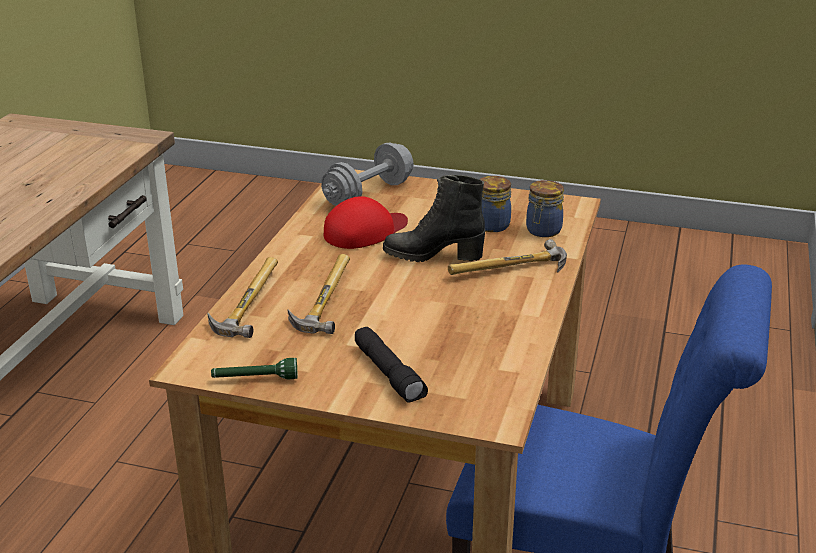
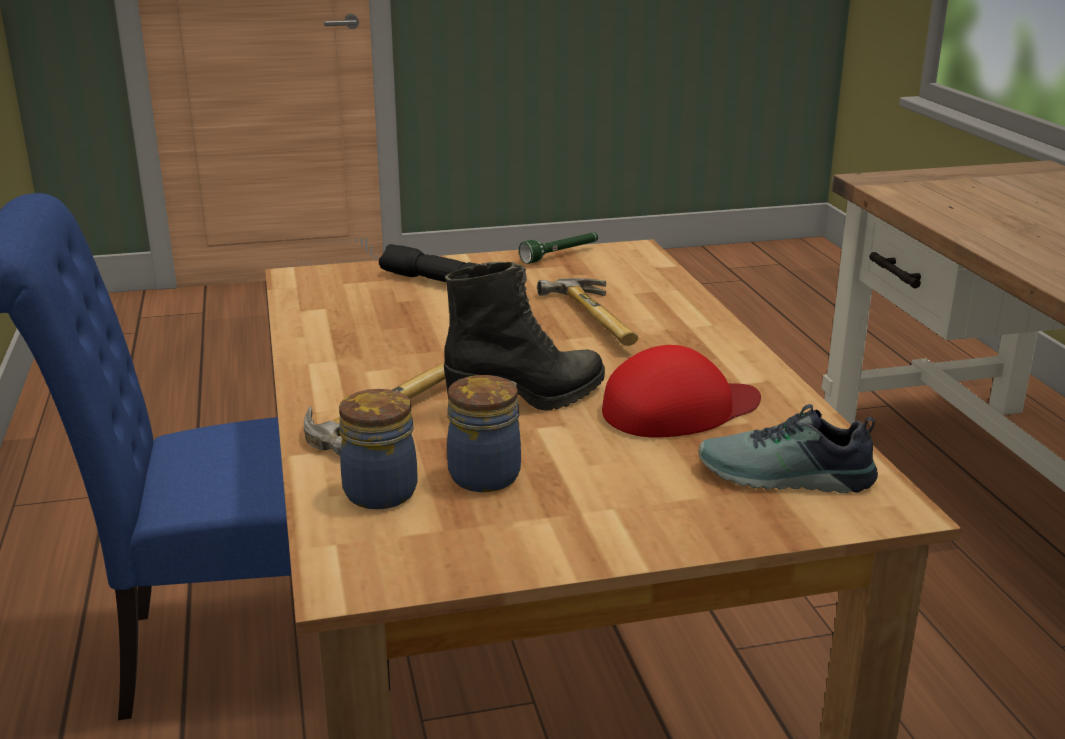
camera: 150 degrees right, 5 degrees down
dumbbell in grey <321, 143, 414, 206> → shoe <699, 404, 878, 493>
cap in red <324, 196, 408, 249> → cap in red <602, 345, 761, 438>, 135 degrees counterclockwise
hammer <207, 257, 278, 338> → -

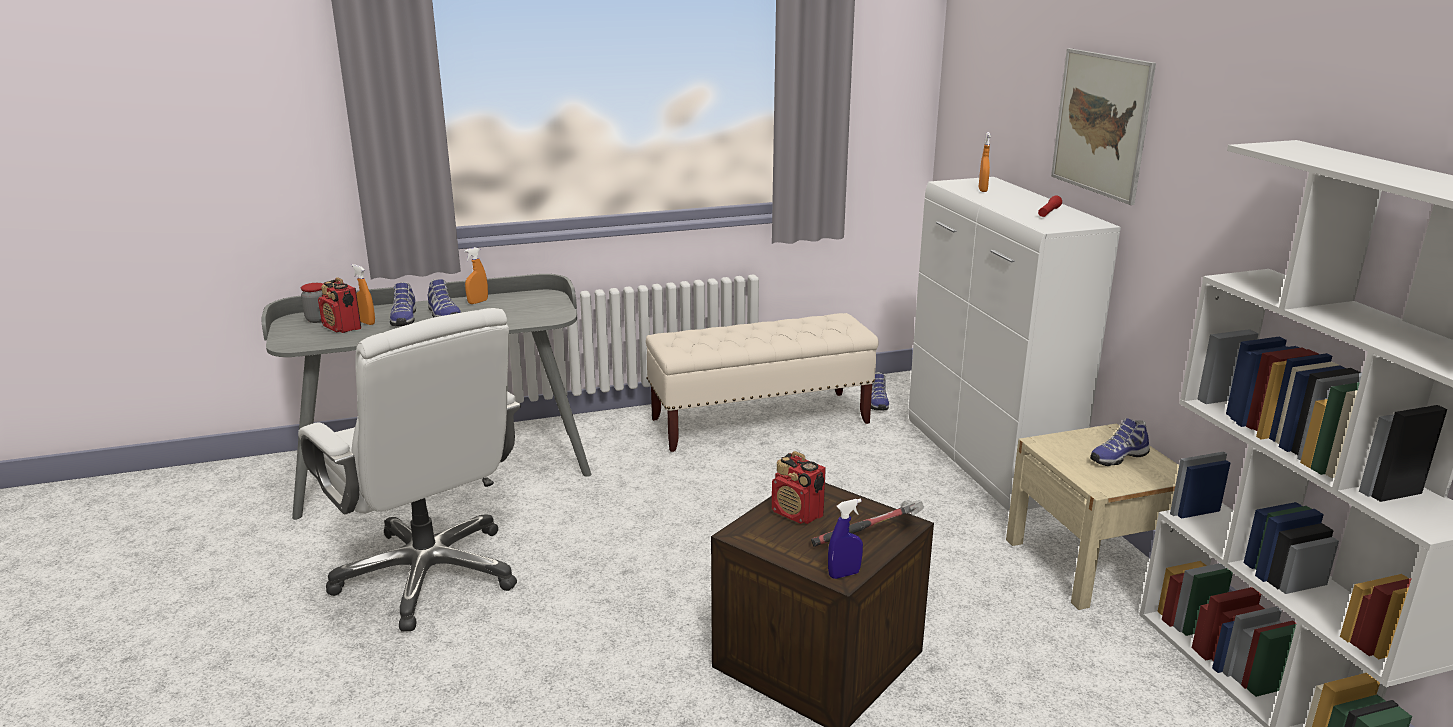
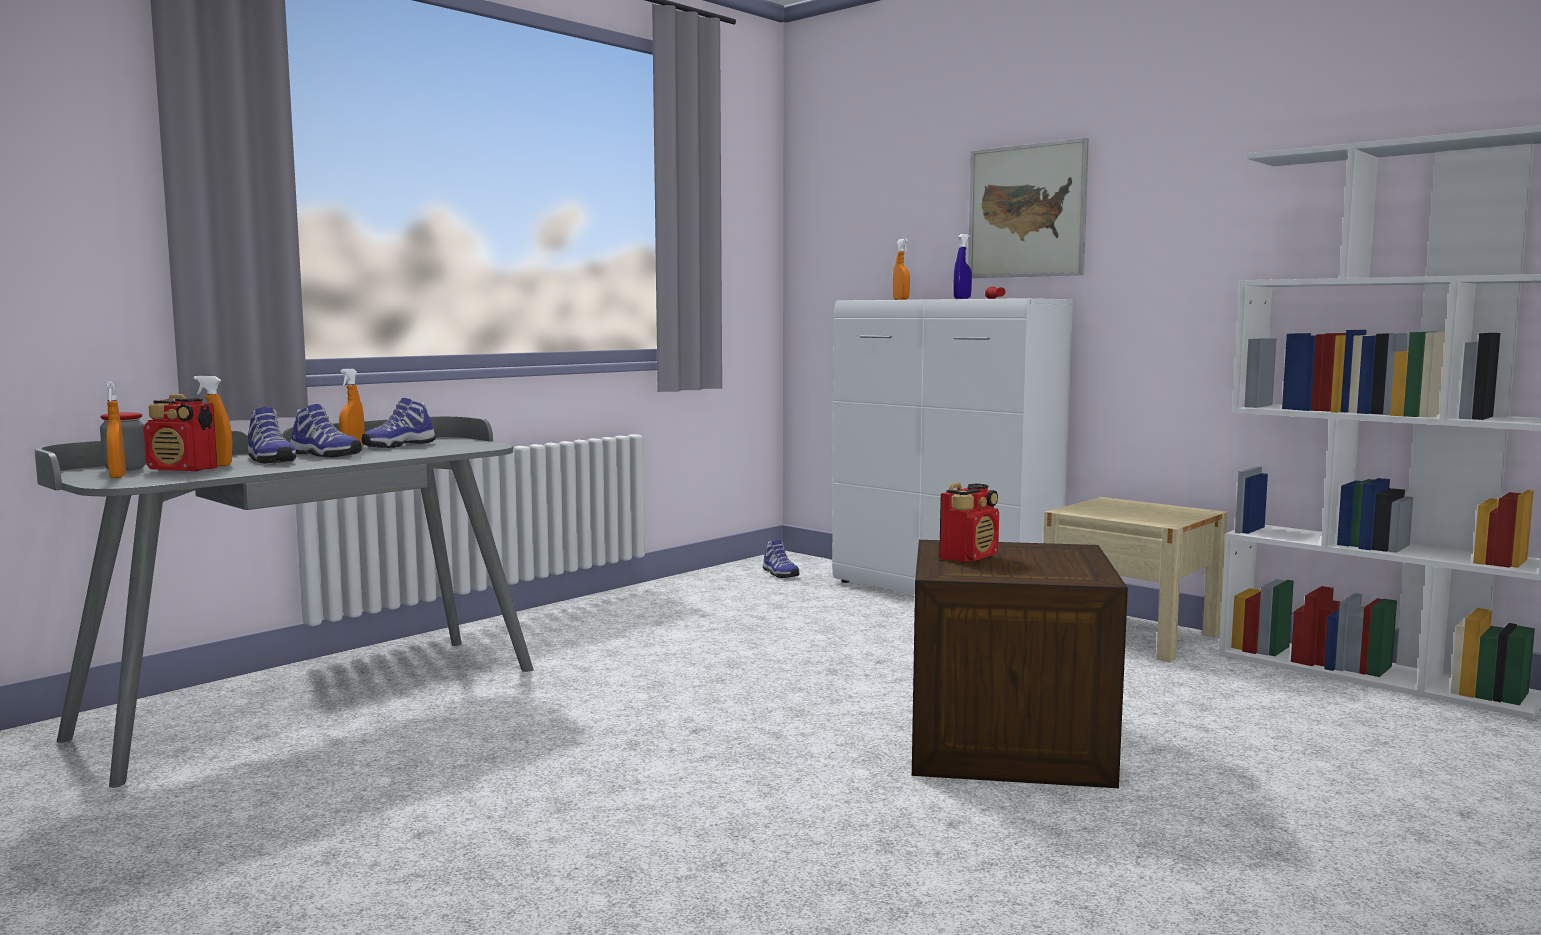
camera: 30 degrees left, 15 degrees down
office chair in white <298, 308, 521, 631> → -
bench in beige <646, 313, 879, 452> → -
shoe <1090, 418, 1150, 466> → shoe <362, 398, 436, 448>, relocated
radio <772, 451, 826, 524> → radio <939, 482, 999, 562>, 60 degrees counterclockwise
spray bottle in blue <828, 499, 863, 579> → spray bottle in blue <953, 234, 972, 299>, relocated
hammer <811, 501, 924, 547> → -
- → spray bottle in orange <106, 380, 126, 478>

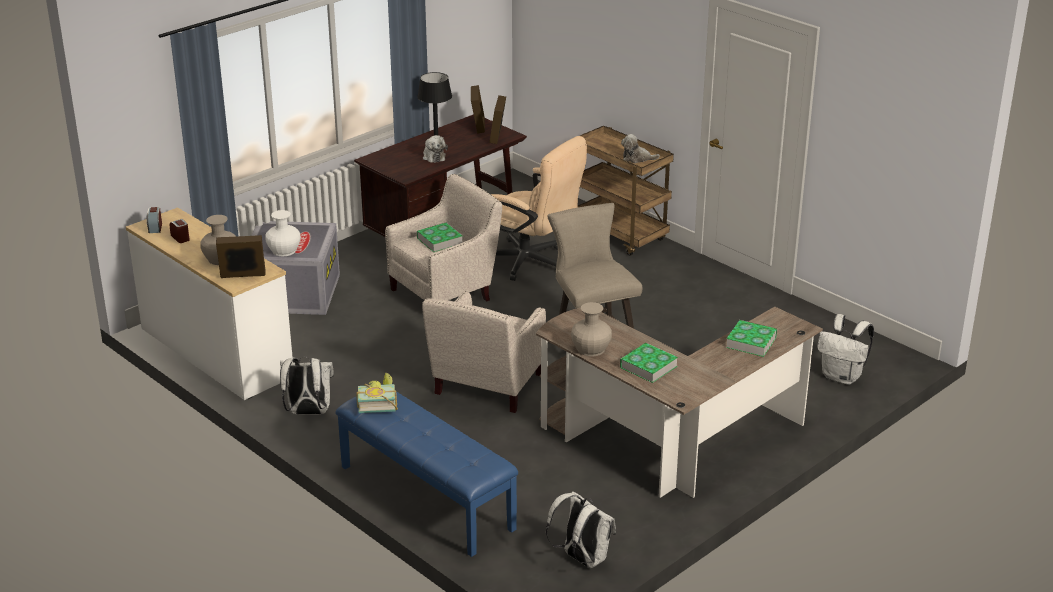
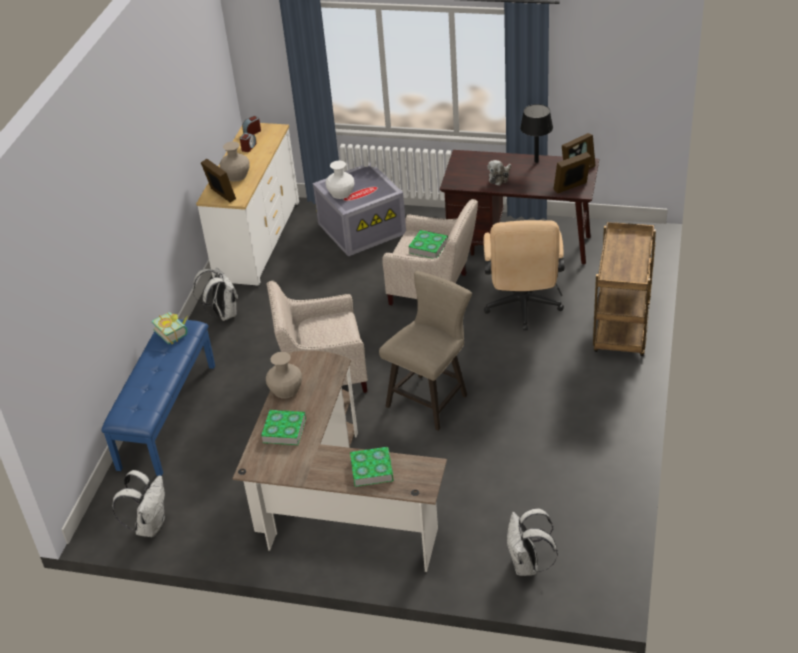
camera: 60 degrees right, 10 degrees up
plush toy <621, 134, 660, 163> → -

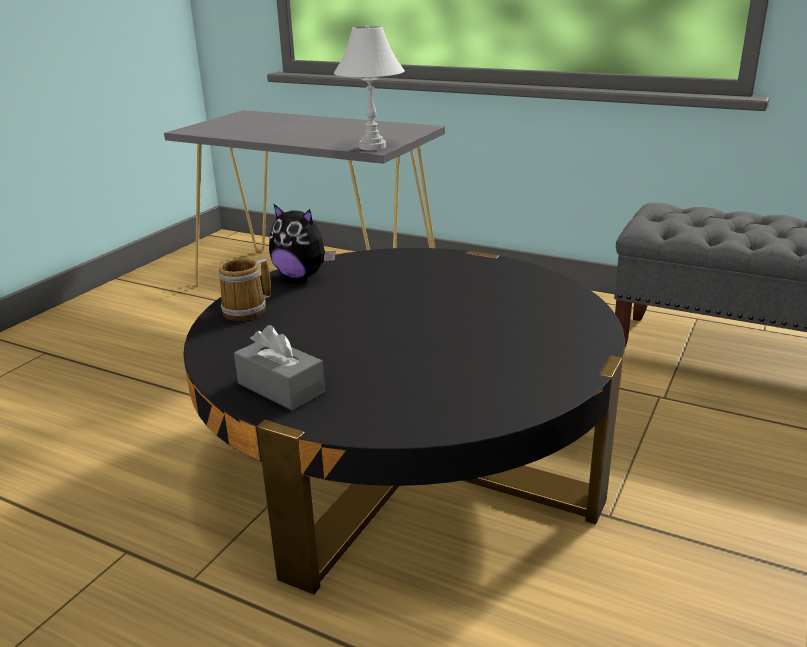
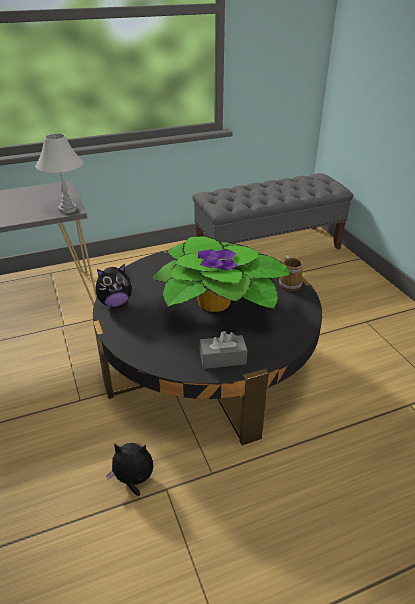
camera: 50 degrees left, 10 degrees up
mug <219, 259, 271, 321> → mug <279, 255, 303, 291>, relocated
- → potted plant <152, 236, 291, 312>
- → plush toy <106, 443, 153, 496>

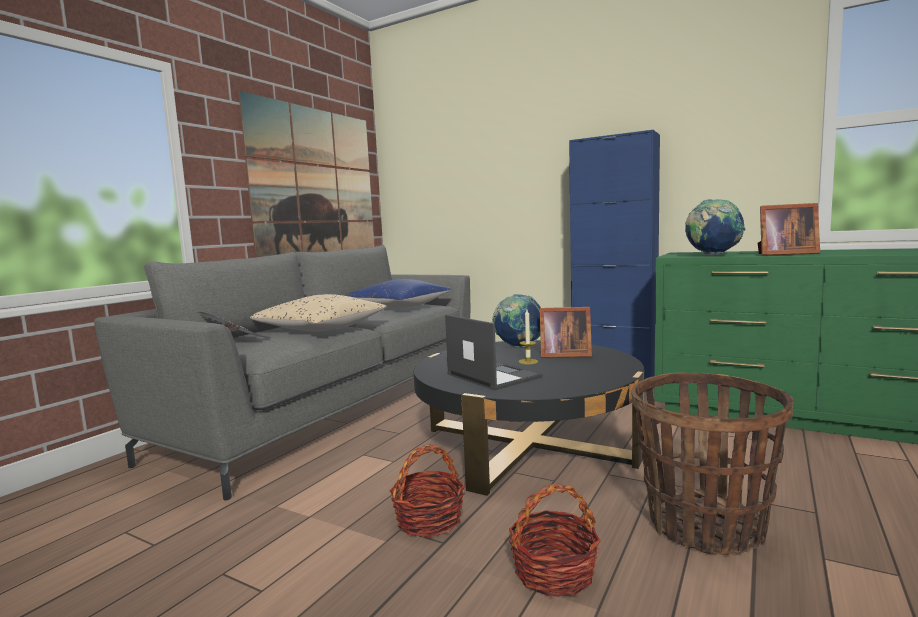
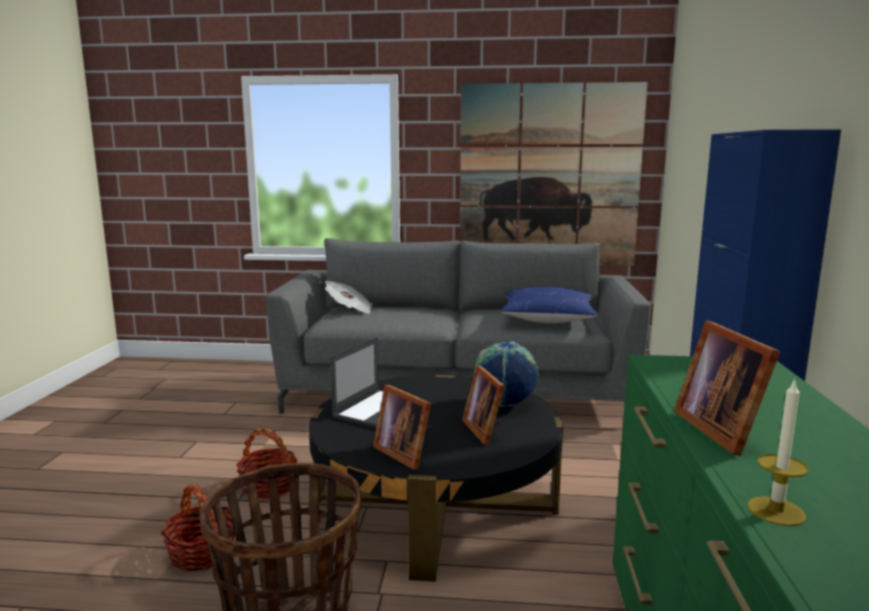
camera: 65 degrees right, 5 degrees up
globe <685, 199, 745, 255> → -
pillow in beige <250, 294, 387, 331> → -
candle <518, 310, 538, 364> → candle <747, 378, 809, 526>, relocated
- → picture frame <373, 385, 431, 470>

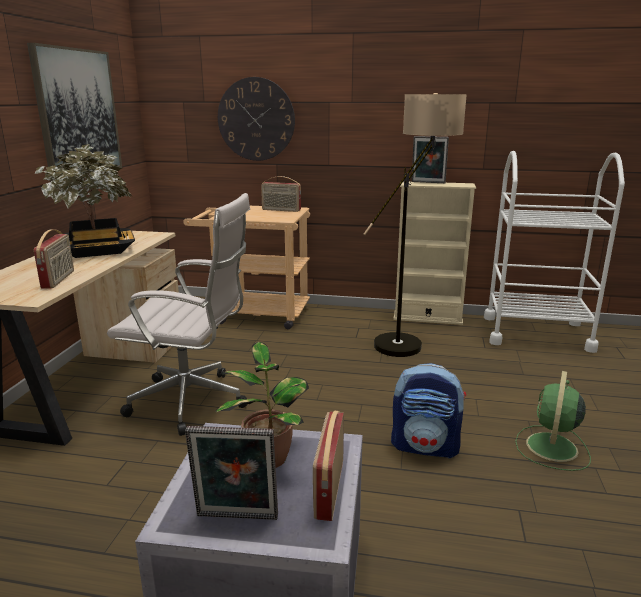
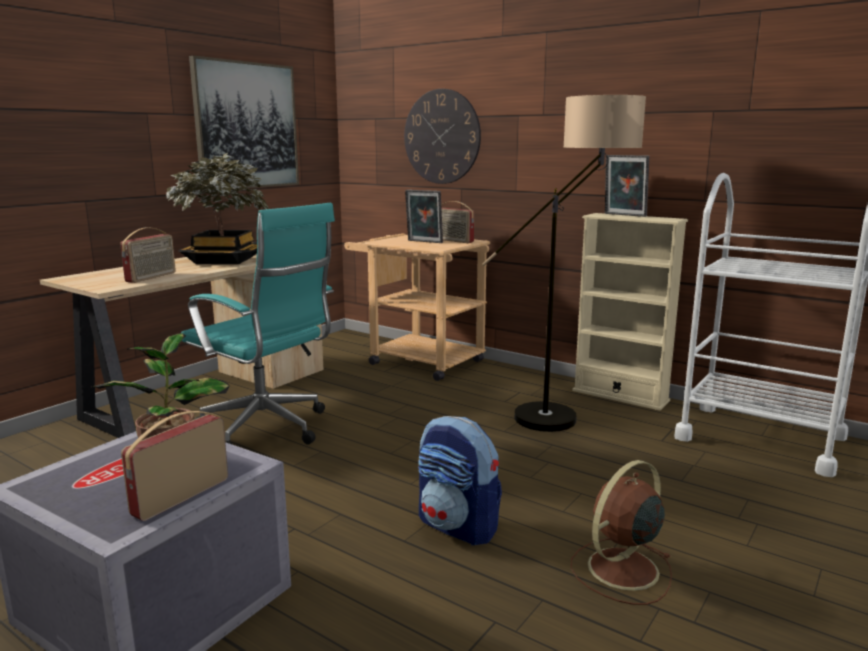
camera: 25 degrees right, 5 degrees down
office chair in white <107, 193, 250, 436> → office chair in turquoise <181, 203, 335, 445>
fan in green <515, 371, 591, 471> → fan in brown <571, 460, 672, 605>
picture frame <185, 426, 278, 520> → picture frame <405, 190, 443, 243>, relocated

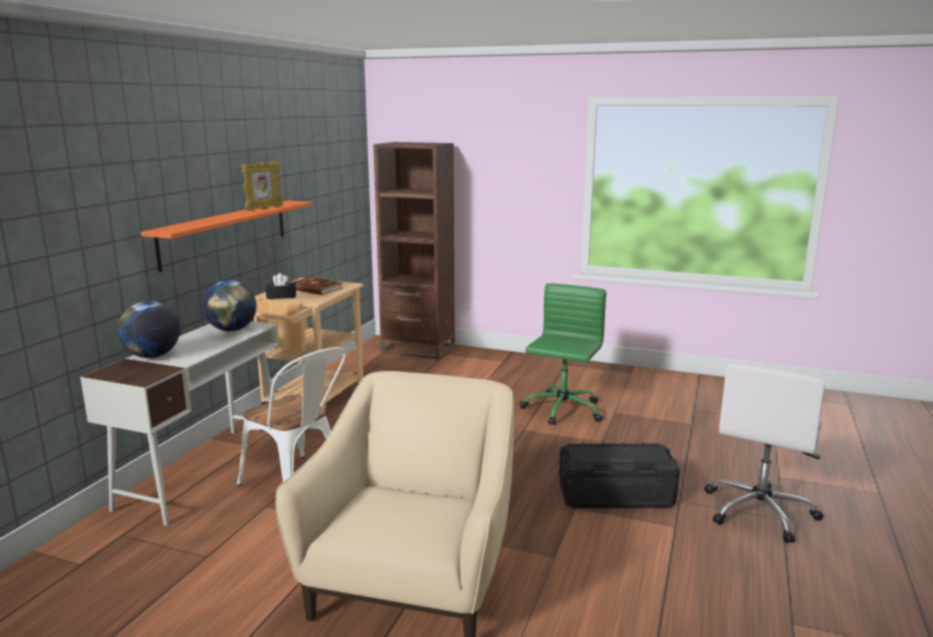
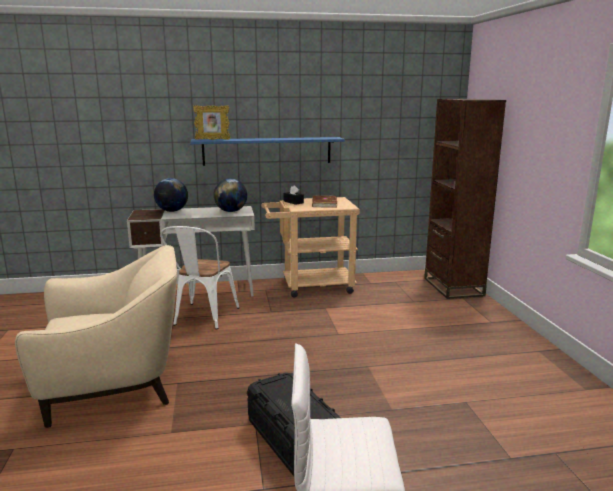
camera: 60 degrees right, 0 degrees up
picture frame <242, 161, 283, 211> → picture frame <193, 105, 230, 140>, relocated
shelf in orange <141, 201, 312, 272> → shelf in blue <190, 137, 345, 166>
office chair in green <520, 283, 606, 425> → -

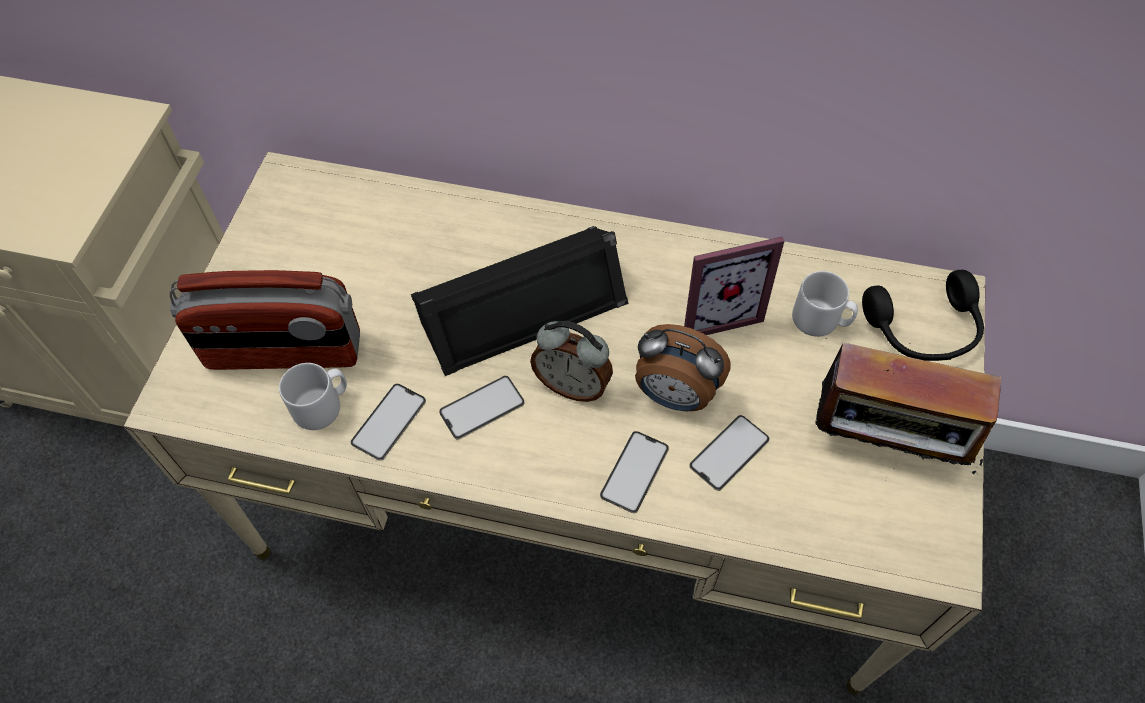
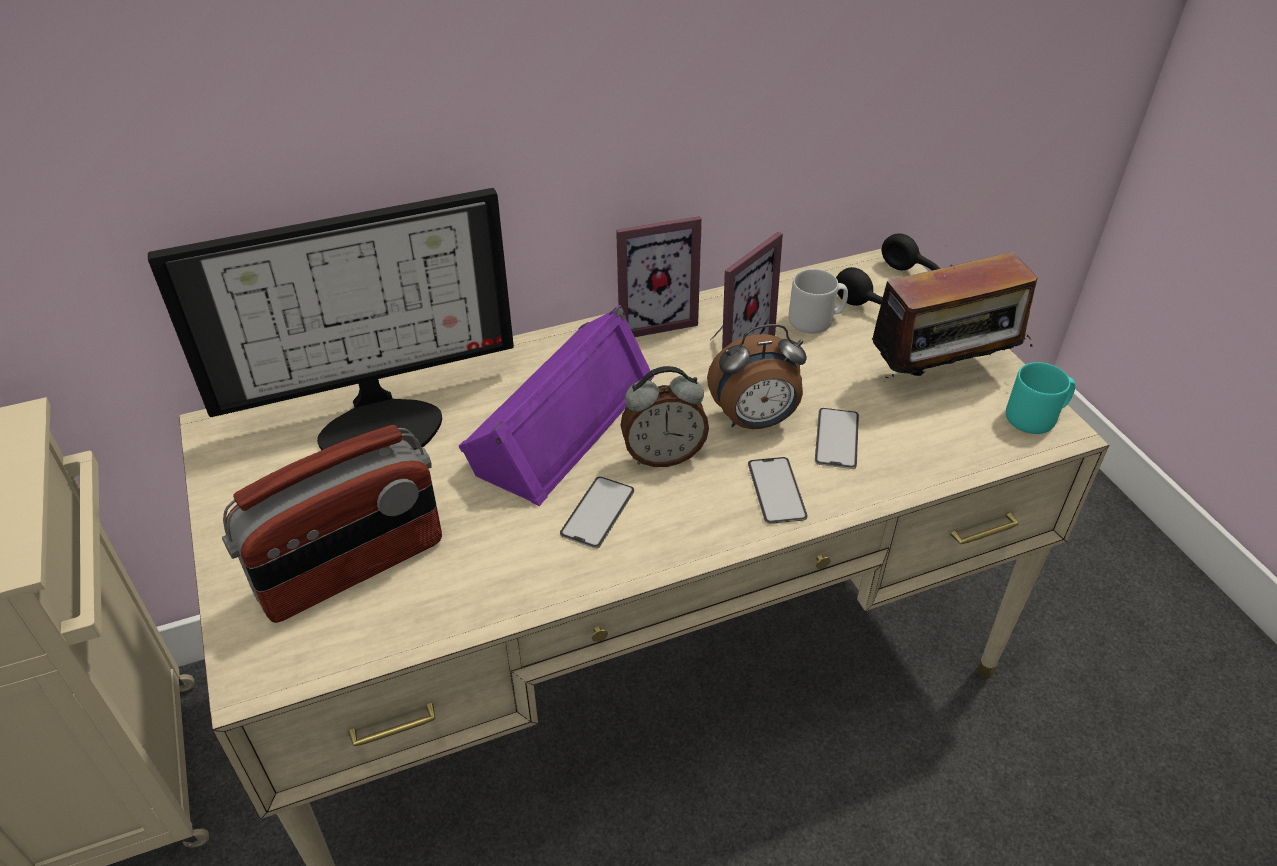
camera: 35 degrees left, 15 degrees down
speaker in black <411, 226, 628, 376> → speaker in purple <459, 305, 654, 506>
mug in grey <279, 363, 347, 430> → -
phone <351, 383, 426, 461> → -
- → monitor <148, 188, 514, 450>
- → picture frame <616, 216, 702, 337>
- → mug in turquoise <1006, 362, 1076, 434>

